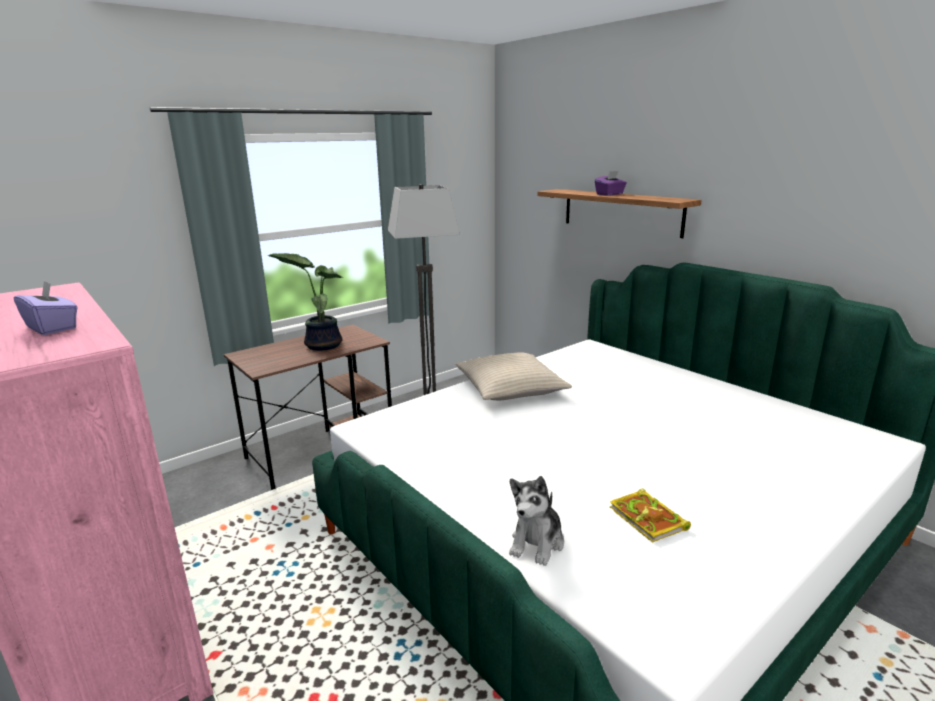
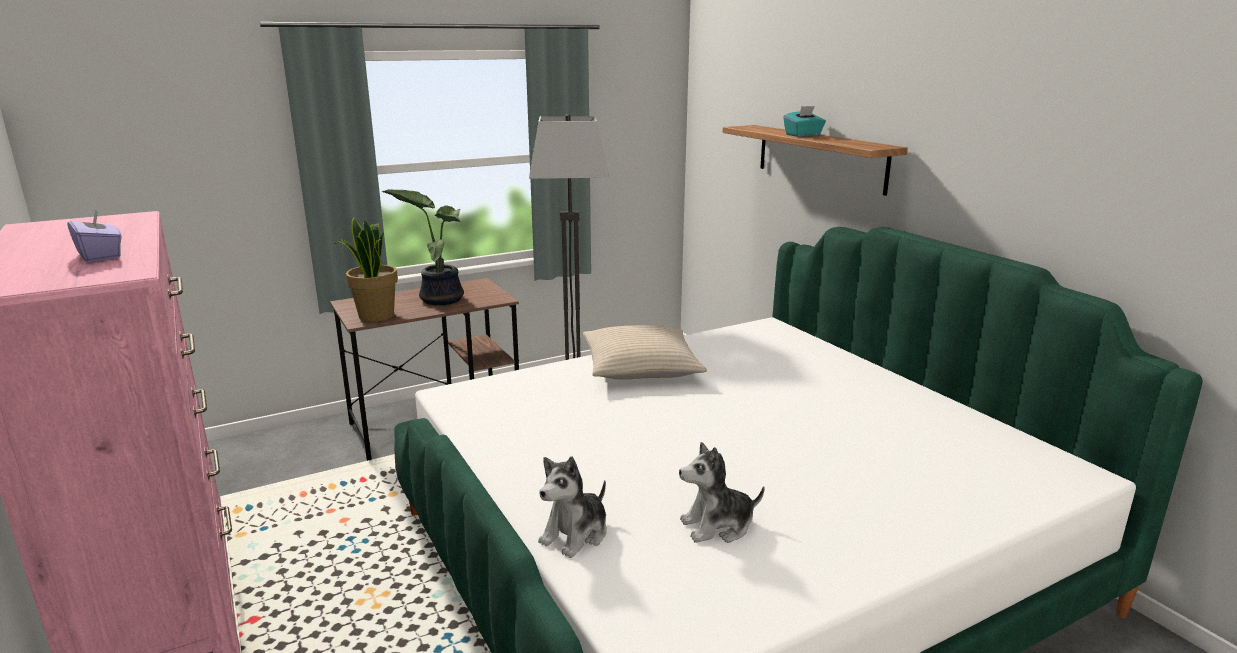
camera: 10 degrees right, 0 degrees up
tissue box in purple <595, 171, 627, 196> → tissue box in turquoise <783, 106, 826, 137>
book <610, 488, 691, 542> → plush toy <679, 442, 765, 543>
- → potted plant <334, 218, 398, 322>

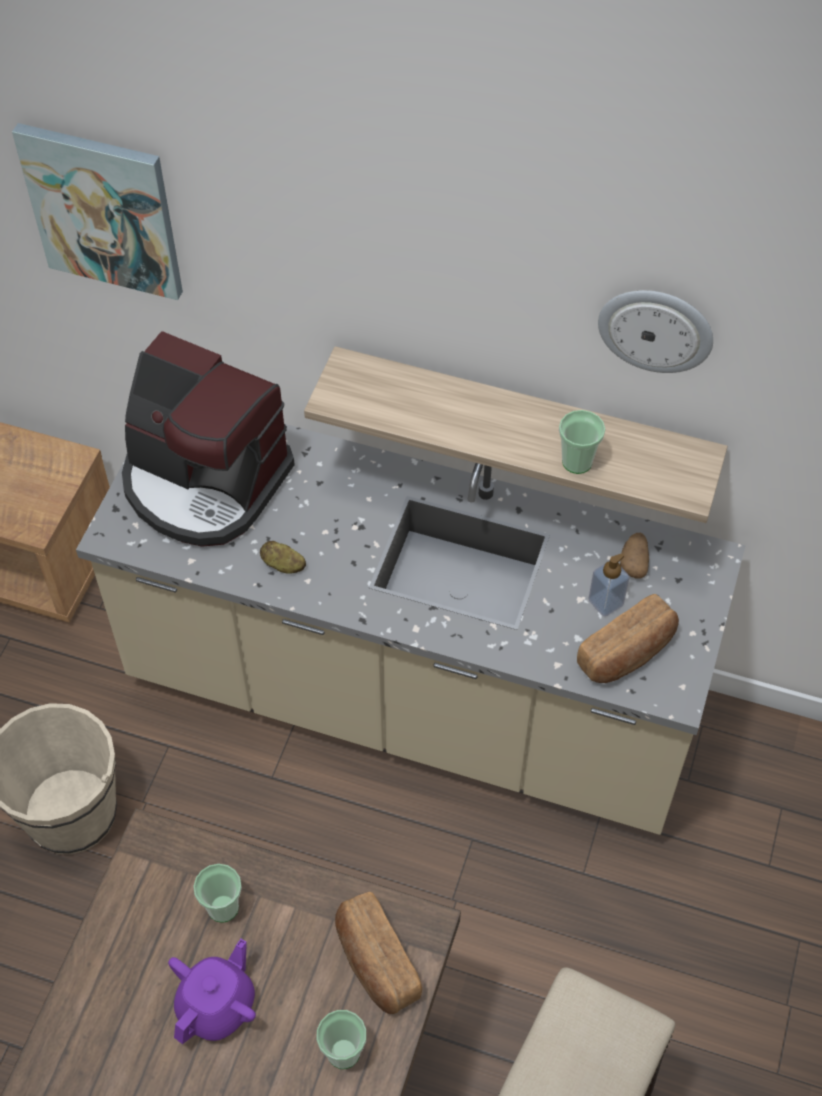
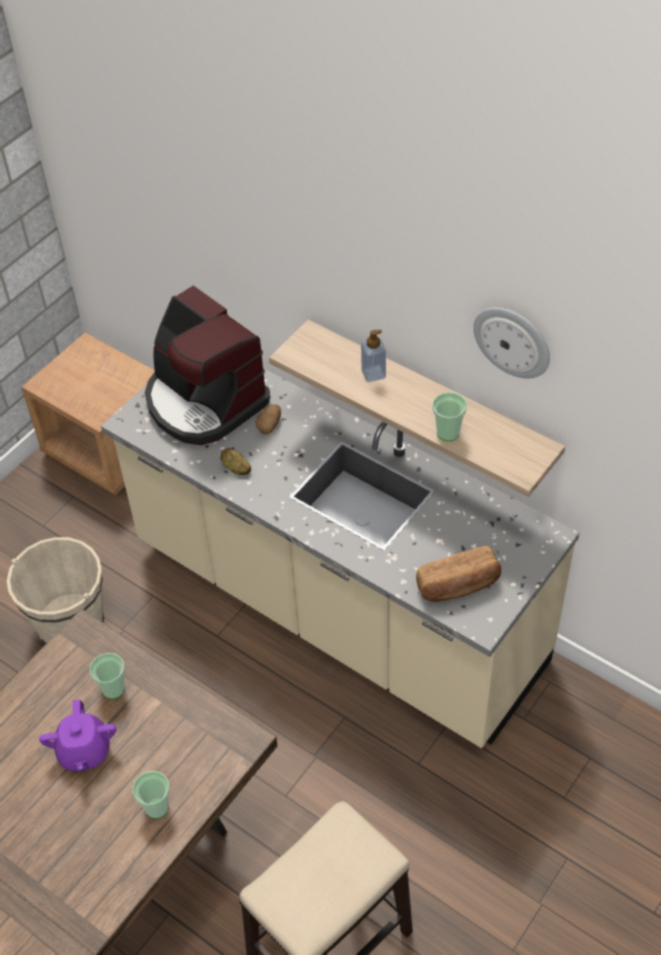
camera: 20 degrees right, 5 degrees down
picture <12, 123, 183, 300> → -
potato <620, 533, 649, 579> → potato <255, 404, 281, 435>, relocated
soap dispenser <588, 553, 630, 616> → soap dispenser <361, 329, 386, 382>, relocated
bread <335, 892, 422, 1014> → -
teapot in purple <168, 939, 256, 1044> → teapot in purple <39, 700, 117, 771>, 120 degrees clockwise

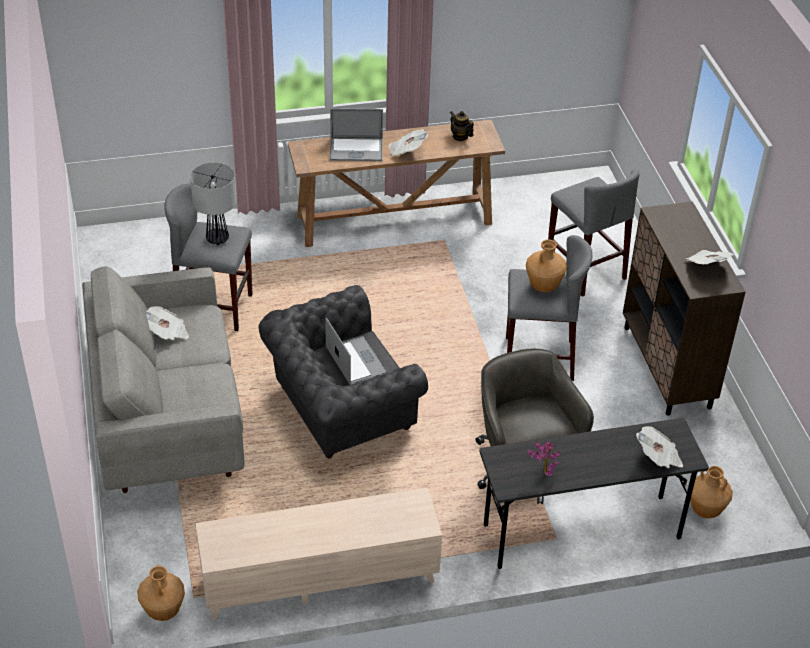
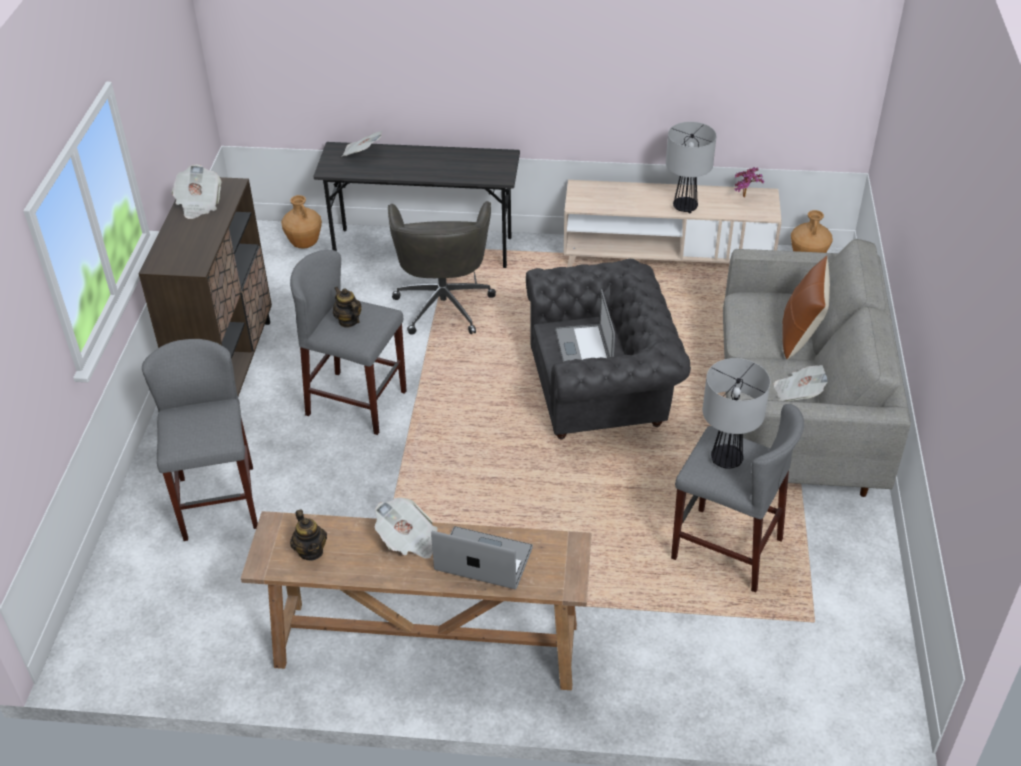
camera: 160 degrees left, 0 degrees up
vase in brown <526, 239, 567, 292> → teapot <333, 287, 361, 328>
potted plant <527, 441, 561, 477> → potted plant <734, 167, 764, 198>, relocated
- → table lamp <666, 122, 716, 213>
- → pillow in brown <782, 256, 830, 359>

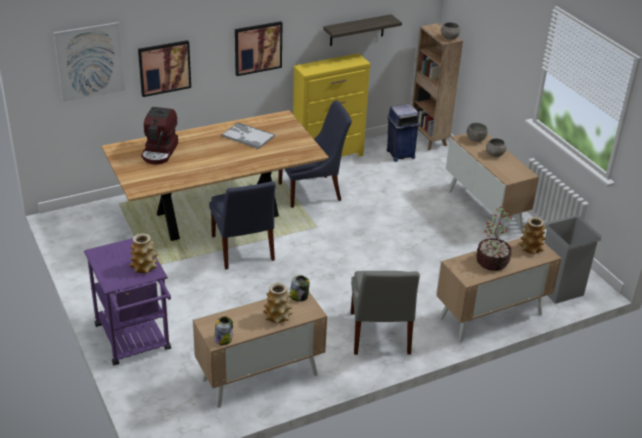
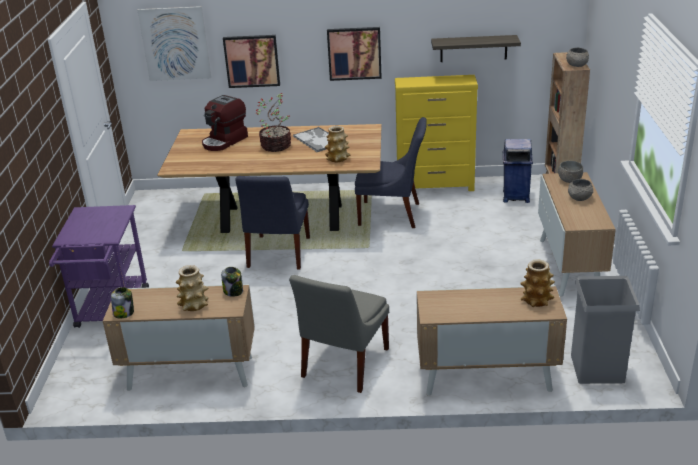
camera: 30 degrees right, 5 degrees down
potted plant <476, 207, 512, 271> → potted plant <256, 93, 291, 152>, relocated
vase <129, 233, 158, 274> → vase <325, 126, 351, 162>, relocated

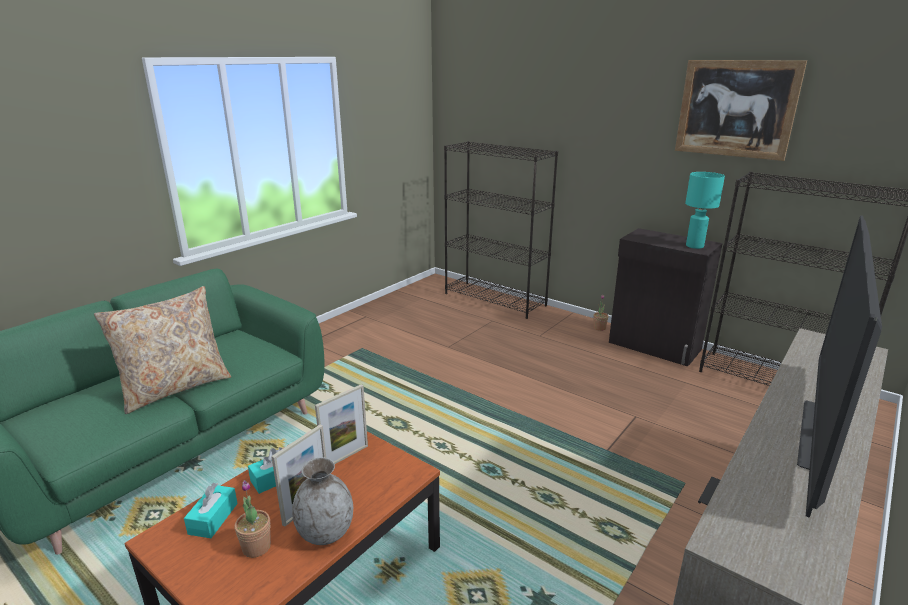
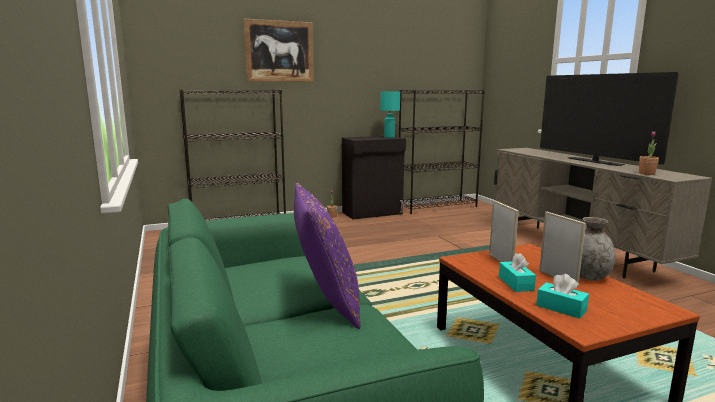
camera: 60 degrees left, 10 degrees down
picture <675, 60, 807, 161> → picture <243, 19, 314, 82>, relocated
pillow in beige <94, 286, 231, 414> → pillow in purple <294, 183, 361, 329>
potted plant <235, 480, 271, 558> → potted plant <639, 132, 659, 175>, relocated

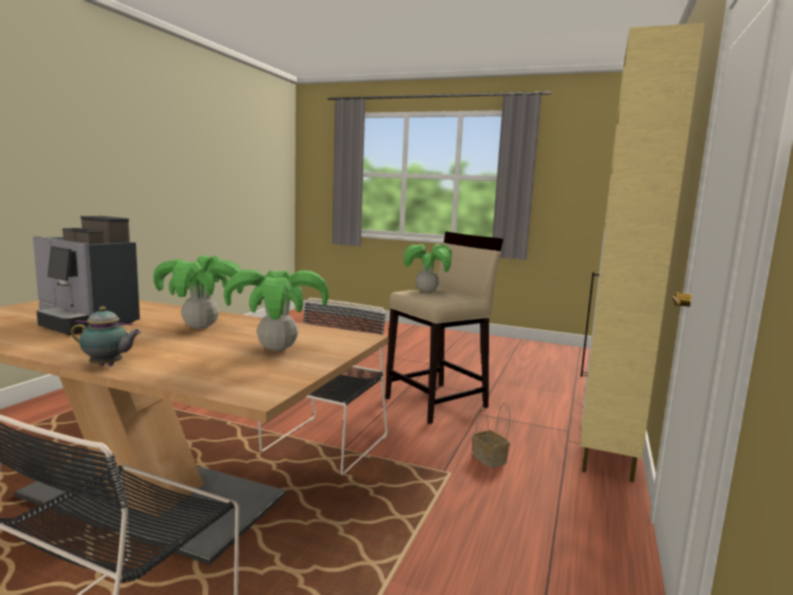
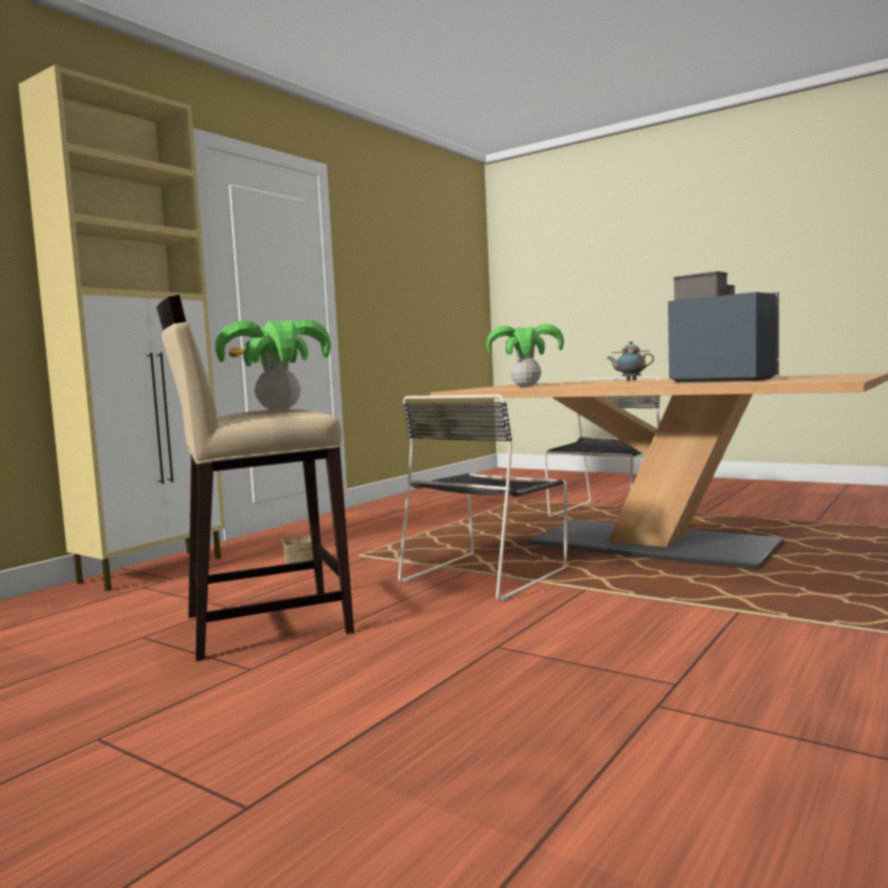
camera: 165 degrees left, 5 degrees down
potted plant <153, 255, 244, 329> → -

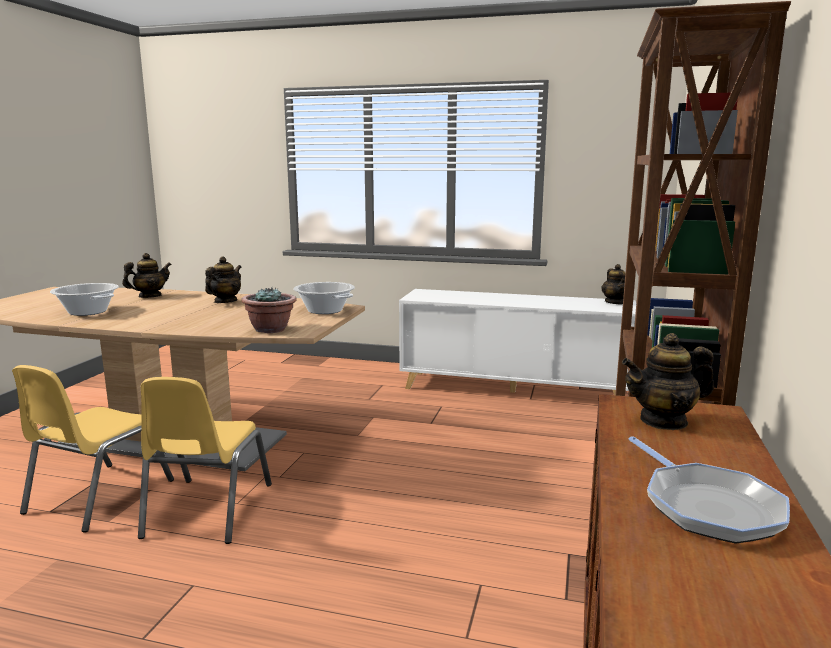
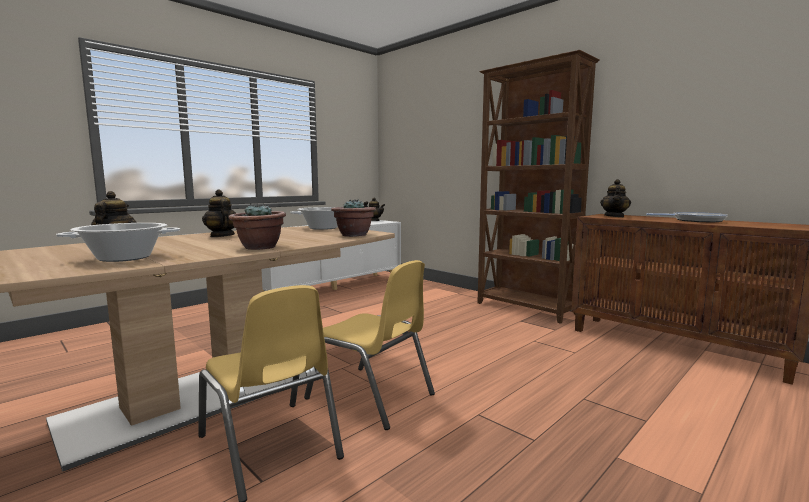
camera: 60 degrees left, 5 degrees down
- → potted plant <229, 203, 286, 250>

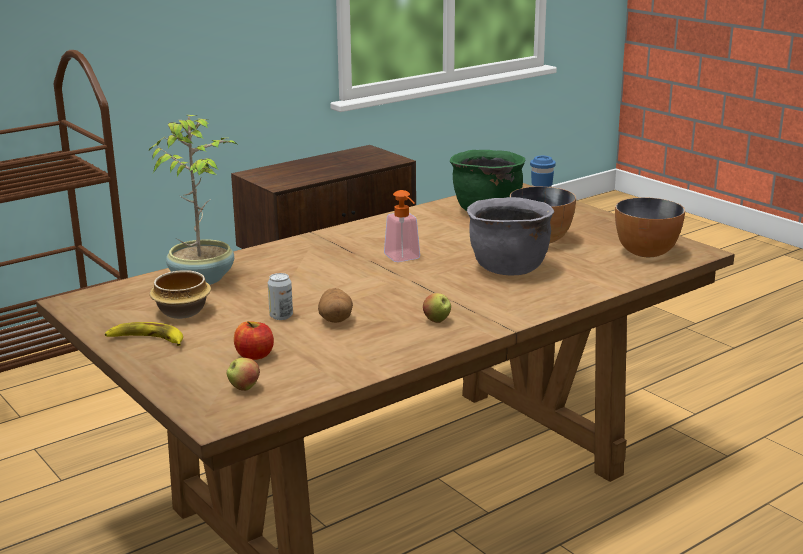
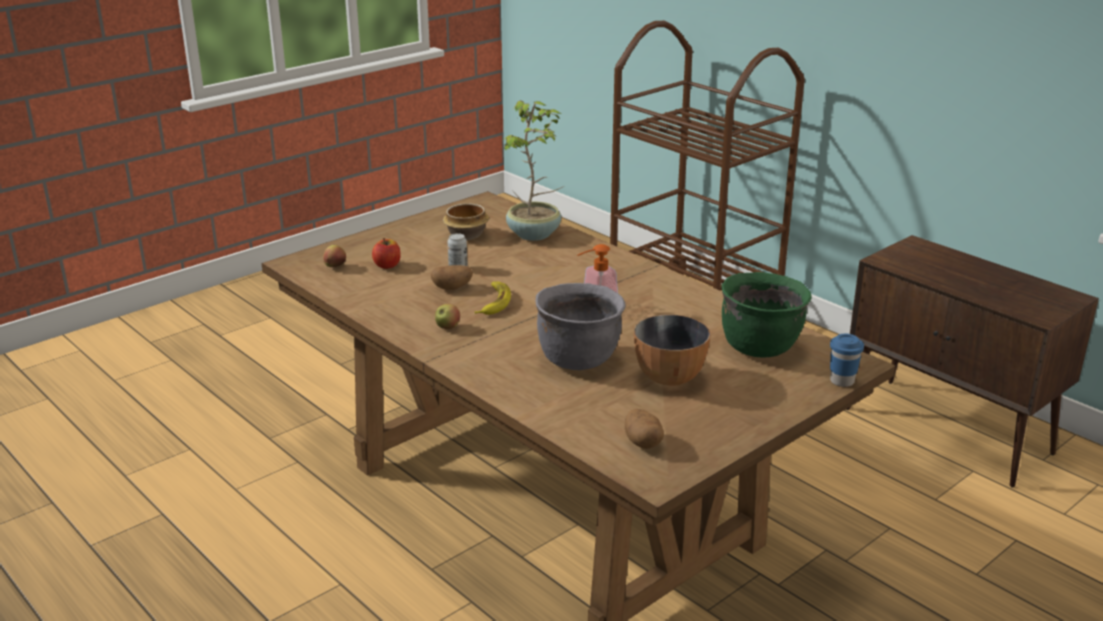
camera: 85 degrees right, 5 degrees up
bowl <615, 197, 685, 257> → potato <625, 409, 664, 449>
banana <105, 322, 183, 346> → banana <474, 281, 511, 315>, relocated

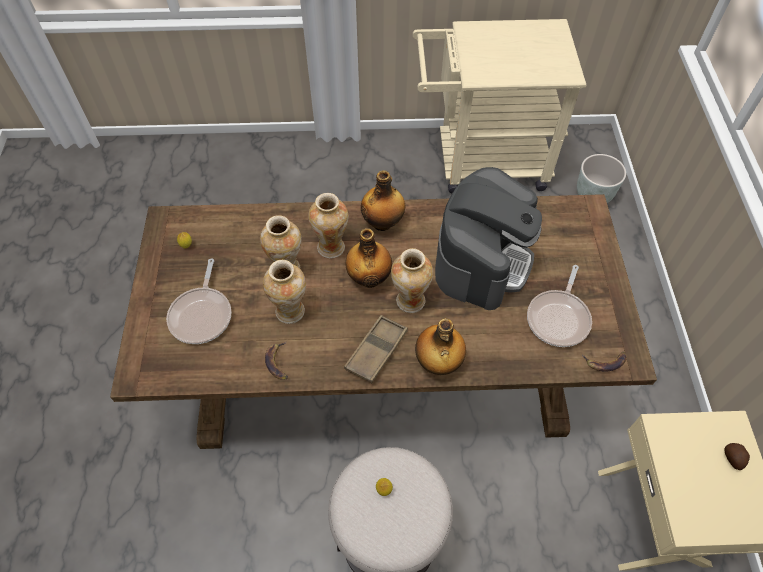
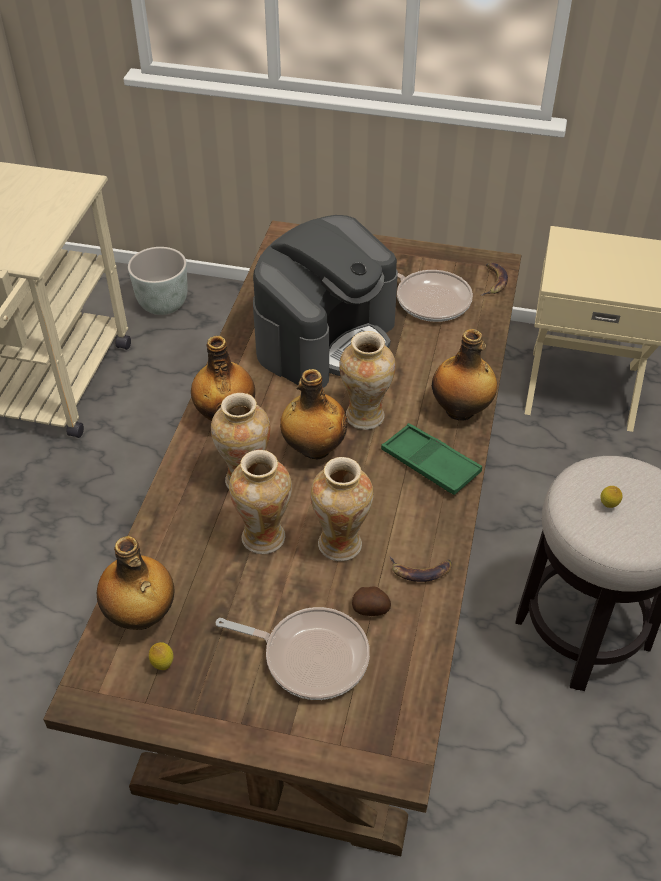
camera: 75 degrees left, 10 degrees down
coffee machine <435, 167, 542, 310> → coffee machine <253, 215, 398, 388>, 90 degrees clockwise
tray in brown <344, 315, 408, 383> → tray in green <381, 423, 482, 495>
potato <725, 443, 750, 470> → potato <352, 586, 391, 616>, relocated
- → bottle <97, 536, 174, 630>

